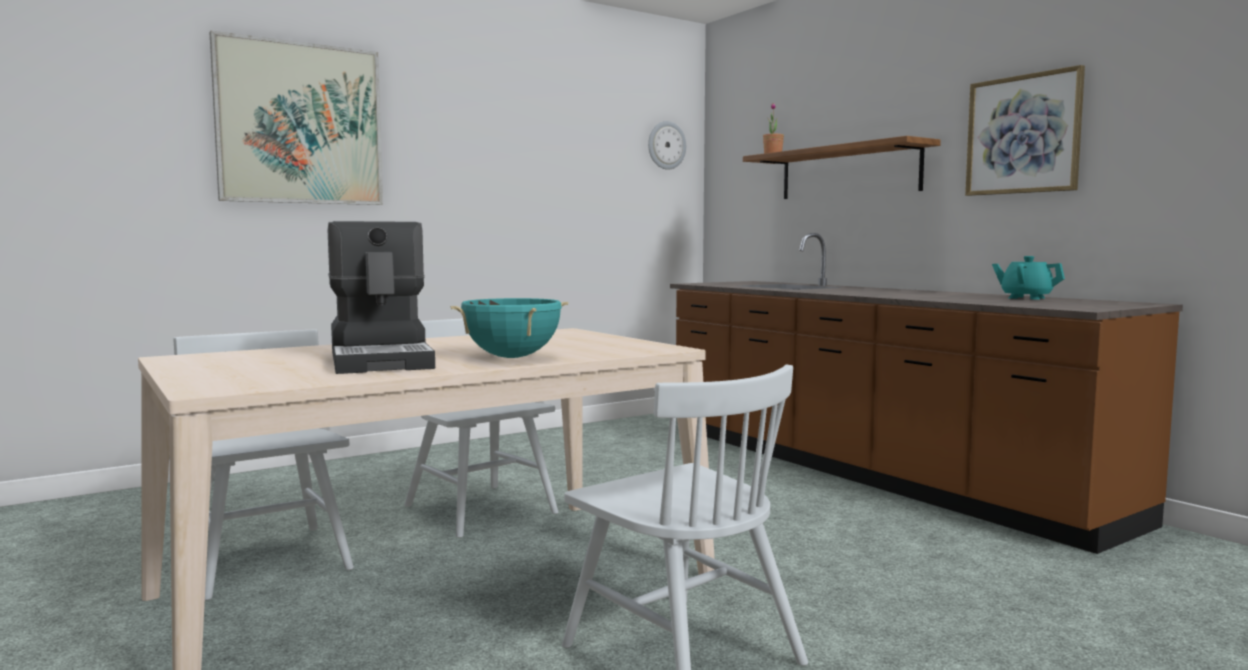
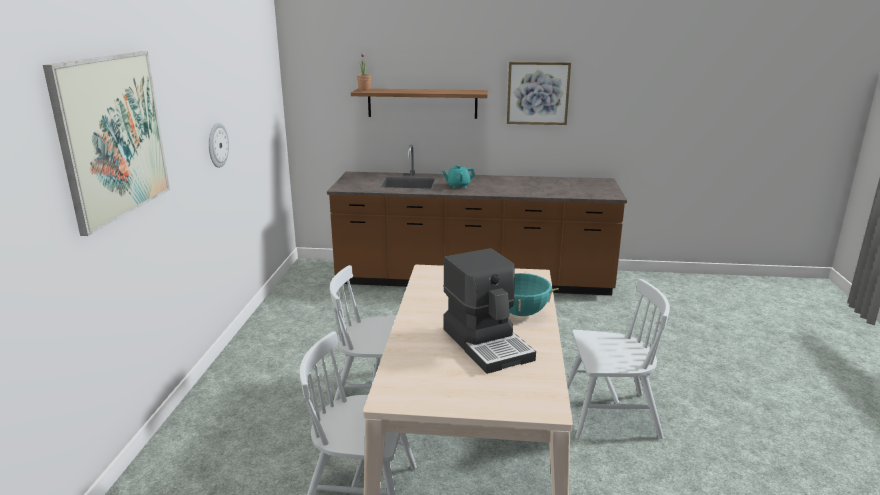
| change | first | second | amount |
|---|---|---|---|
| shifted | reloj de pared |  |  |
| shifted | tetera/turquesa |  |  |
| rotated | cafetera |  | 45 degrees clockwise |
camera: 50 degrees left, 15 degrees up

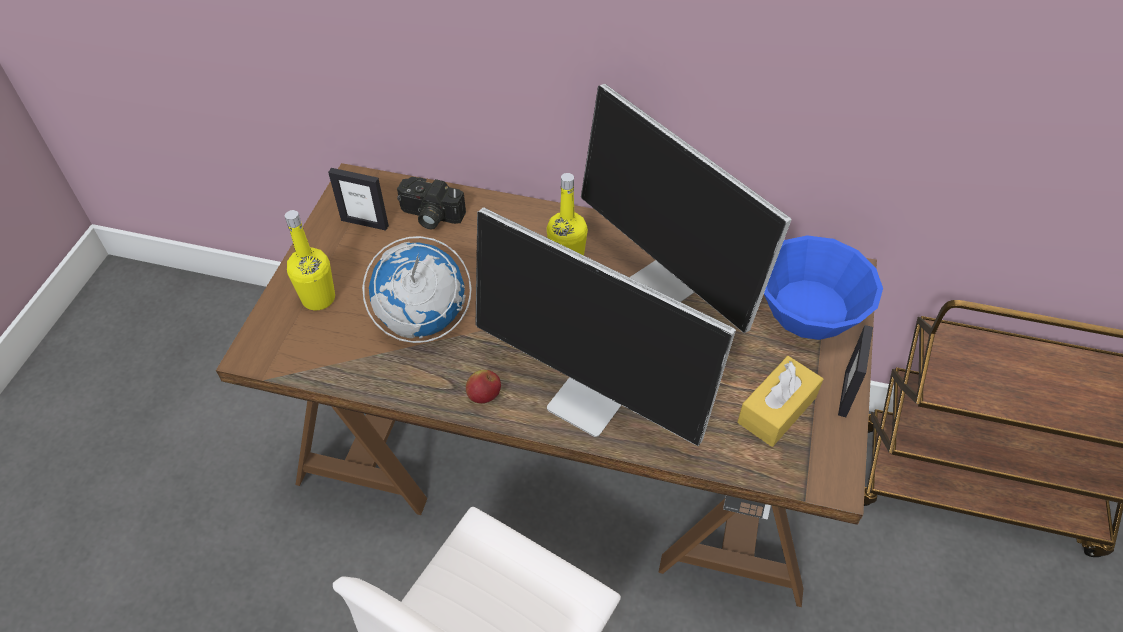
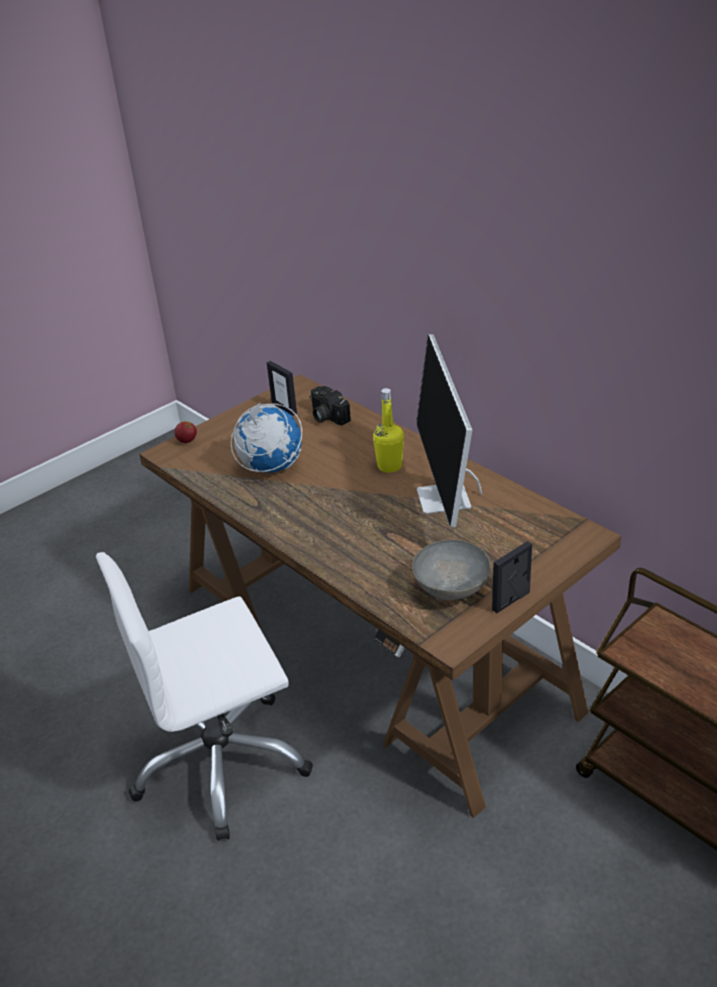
| change | first | second | amount |
|---|---|---|---|
| shifted | manzana |  |  |
| swapped | caja de pañuelos/amarillo | cuenco/gris |  |
| gone | botella/amarillo (no. 1 from left) |  |  |
| gone | monitor (no. 1 from left) |  |  |
| gone | cuenco/azul |  |  |
camera: 35 degrees right, 15 degrees down

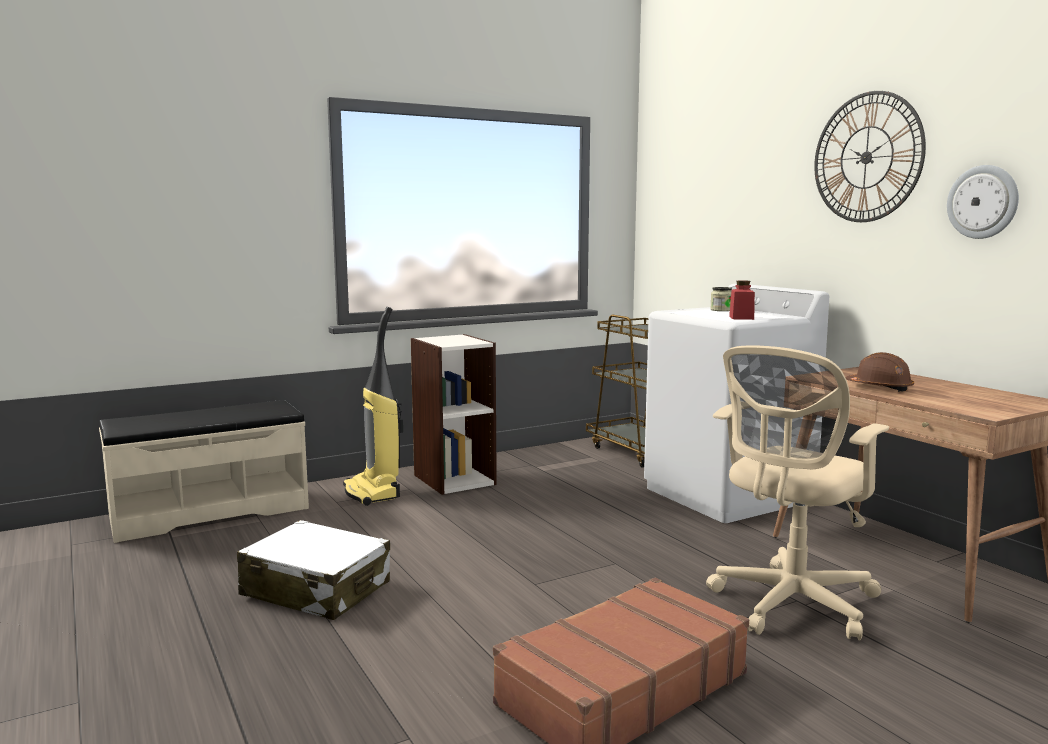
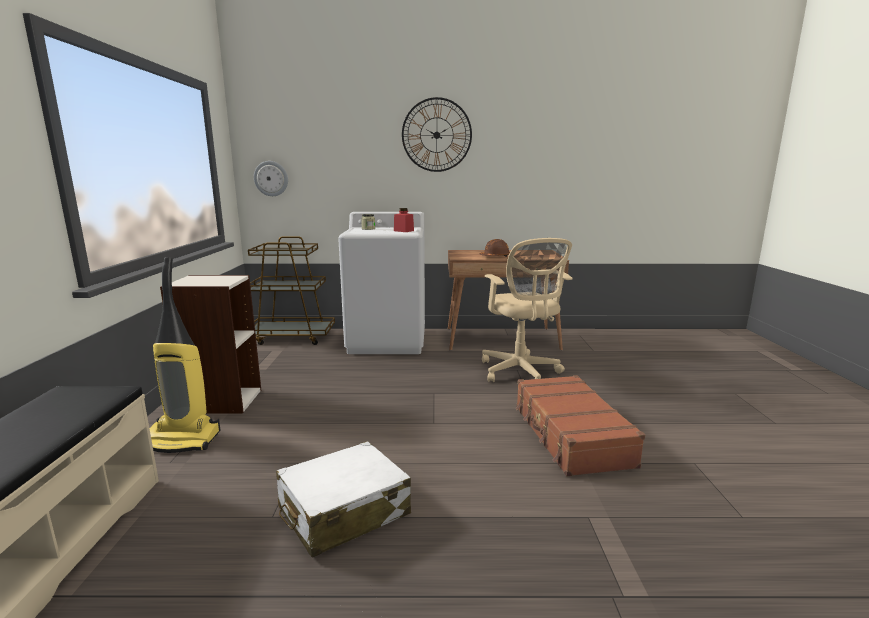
| change | first | second | amount |
|---|---|---|---|
| shifted | reloj de pared (no. 2 from left in the first image) | reloj de pared (no. 1 from left) |  |
camera: 60 degrees left, 5 degrees up

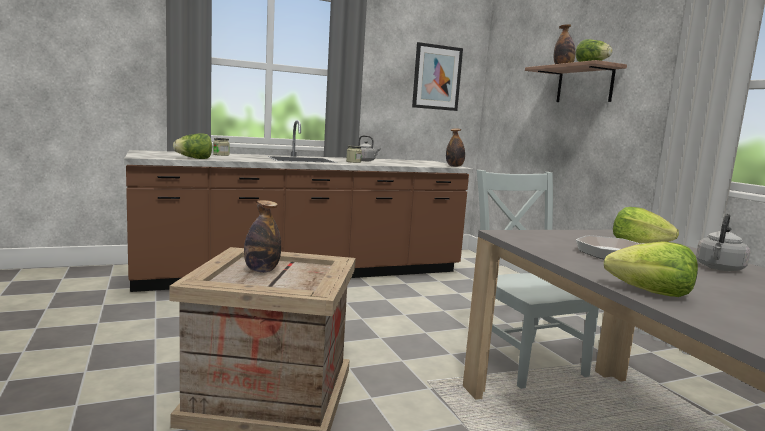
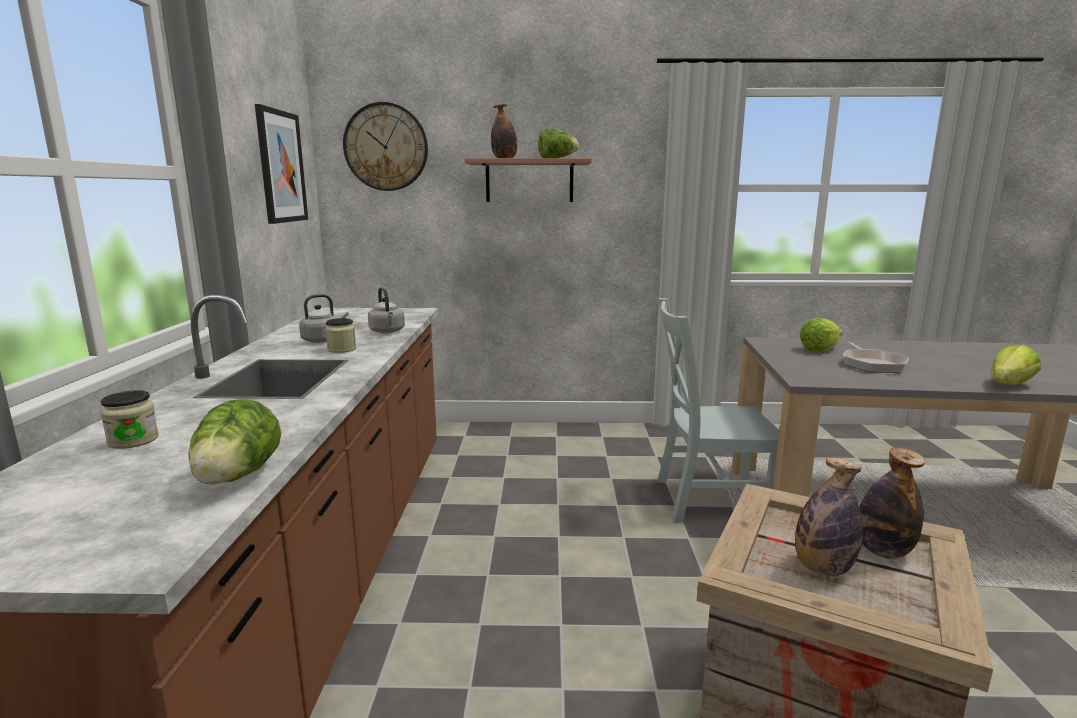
| change | first | second | amount |
|---|---|---|---|
| new |  | reloj de pared |  |
| shifted | hervidor/gris (no. 2 from left) |  |  |
| shifted | botella (no. 2 from left in the first image) | botella (no. 3 from left) |  |
camera: 65 degrees left, 5 degrees up

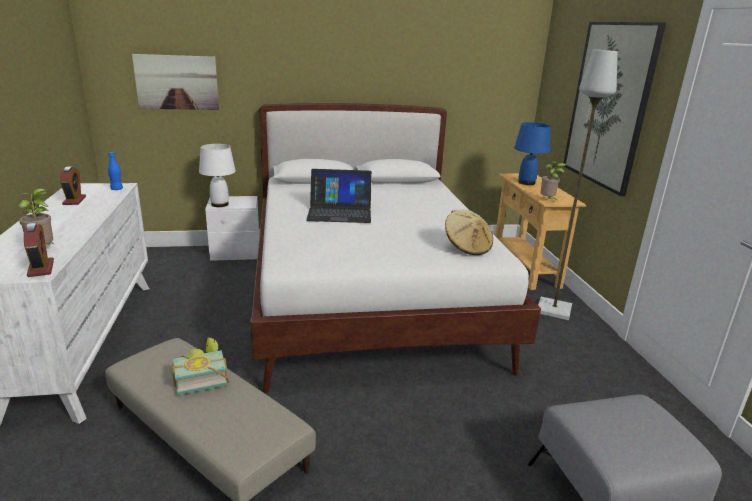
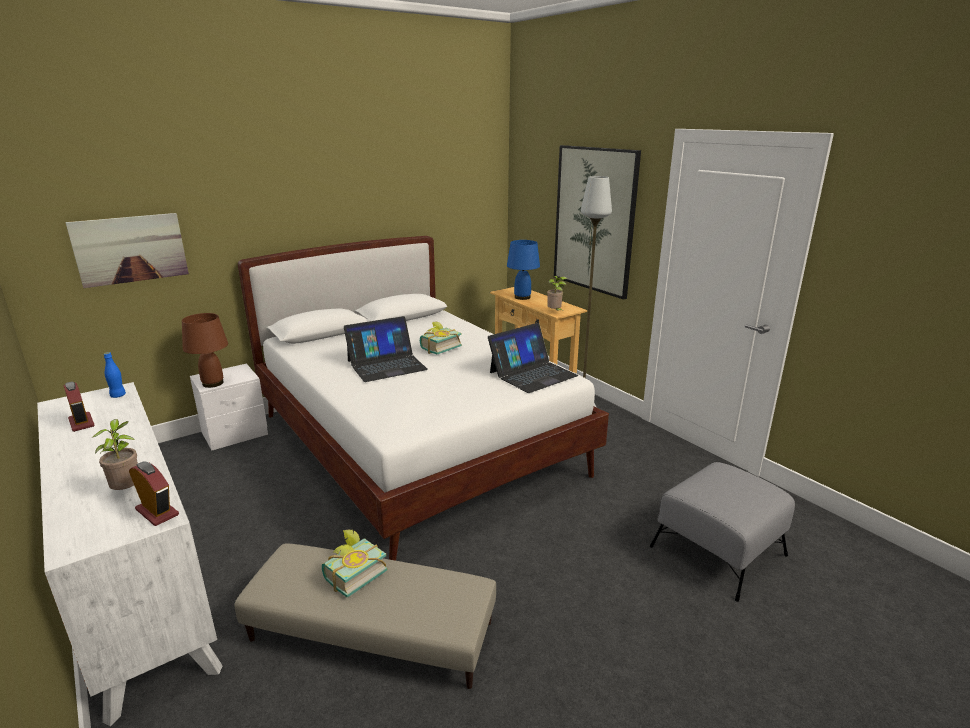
| change | first | second | amount |
|---|---|---|---|
| repainted | lámpara de mesa/blanco | lámpara de mesa/marrón |  |
| new |  | libro (no. 2 from left) |  |
| swapped | sombrero/beis | portátil (no. 2 from left) |  |
camera: 25 degrees left, 0 degrees up

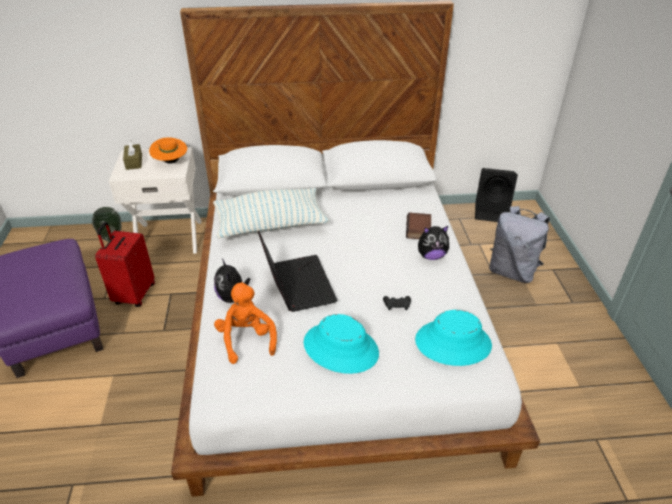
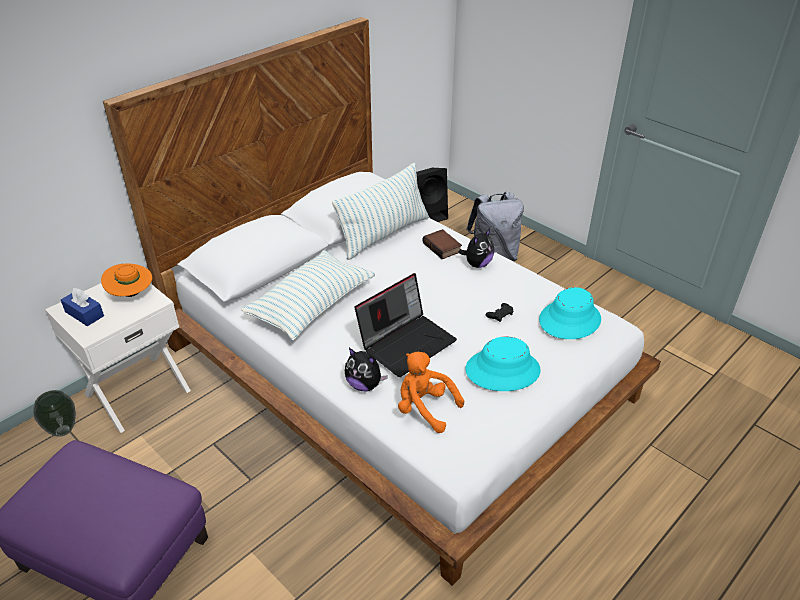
| change | first | second | amount |
|---|---|---|---|
| repainted | caja de pañuelos/marrón | caja de pañuelos/azul |  |
| new |  | cojín (no. 2 from left) |  |
| rotated | portátil |  | 105 degrees clockwise |
| gone | maleta/rojo |  |  |
camera: 40 degrees left, 0 degrees up

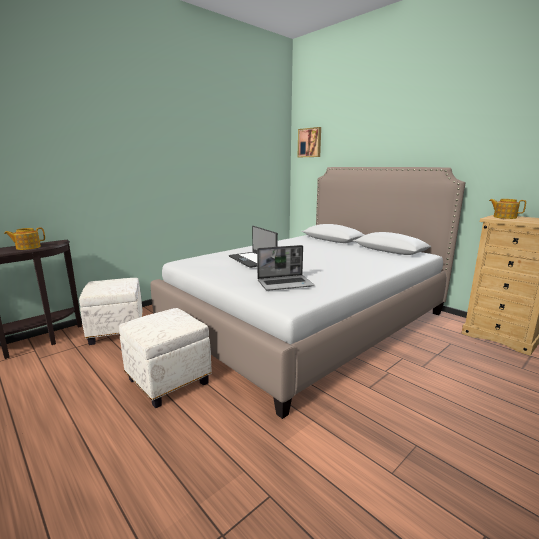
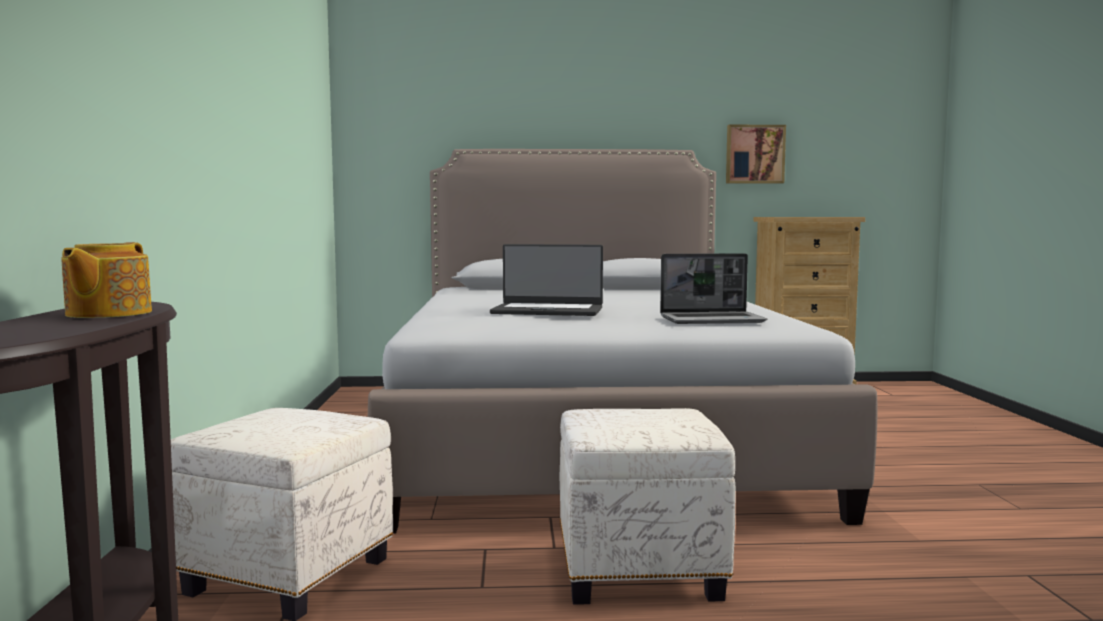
| change | first | second | amount |
|---|---|---|---|
| rotated | portátil (no. 2 from left) |  | 60 degrees clockwise |
| shifted | cuadro |  |  |
| gone | tetera (no. 2 from left) |  |  |
camera: 50 degrees left, 10 degrees down

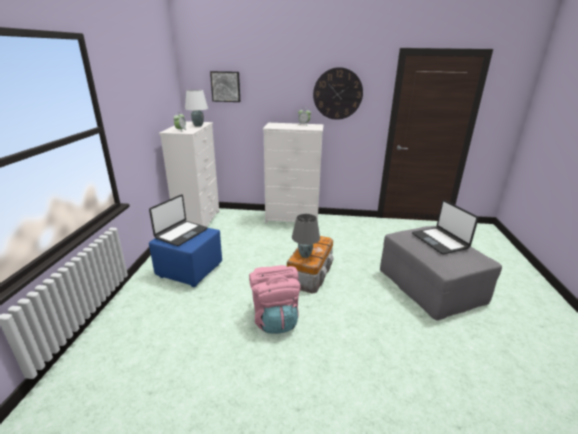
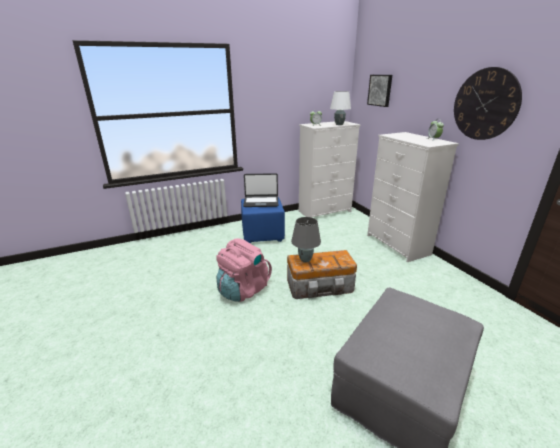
| change | first | second | amount |
|---|---|---|---|
| gone | portátil (no. 2 from left) |  |  |
camera: 60 degrees right, 0 degrees up

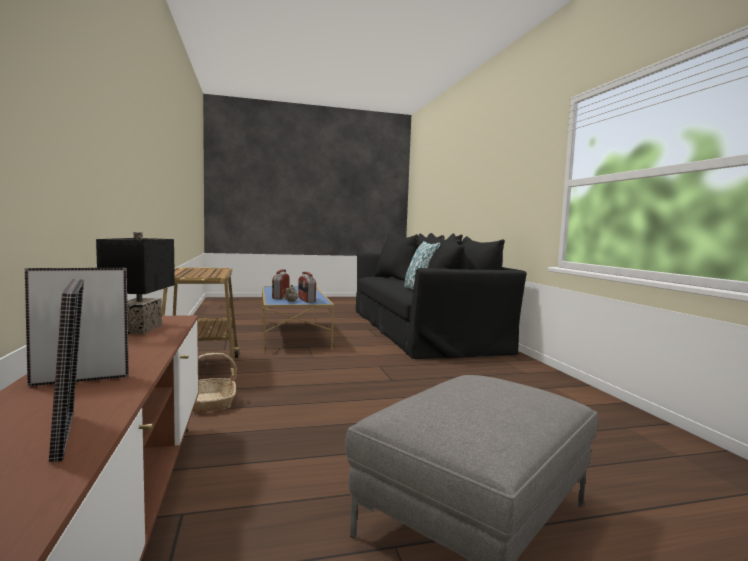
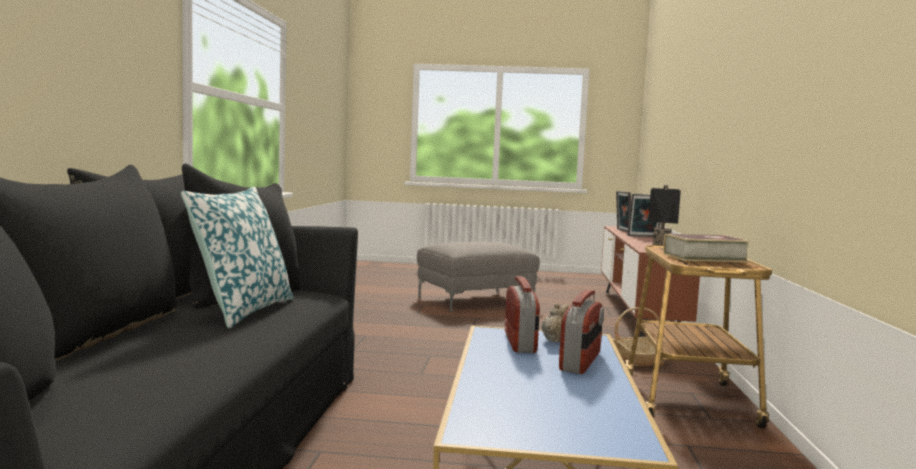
| change | first | second | amount |
|---|---|---|---|
| new |  | libro |  |
camera: 160 degrees left, 0 degrees up

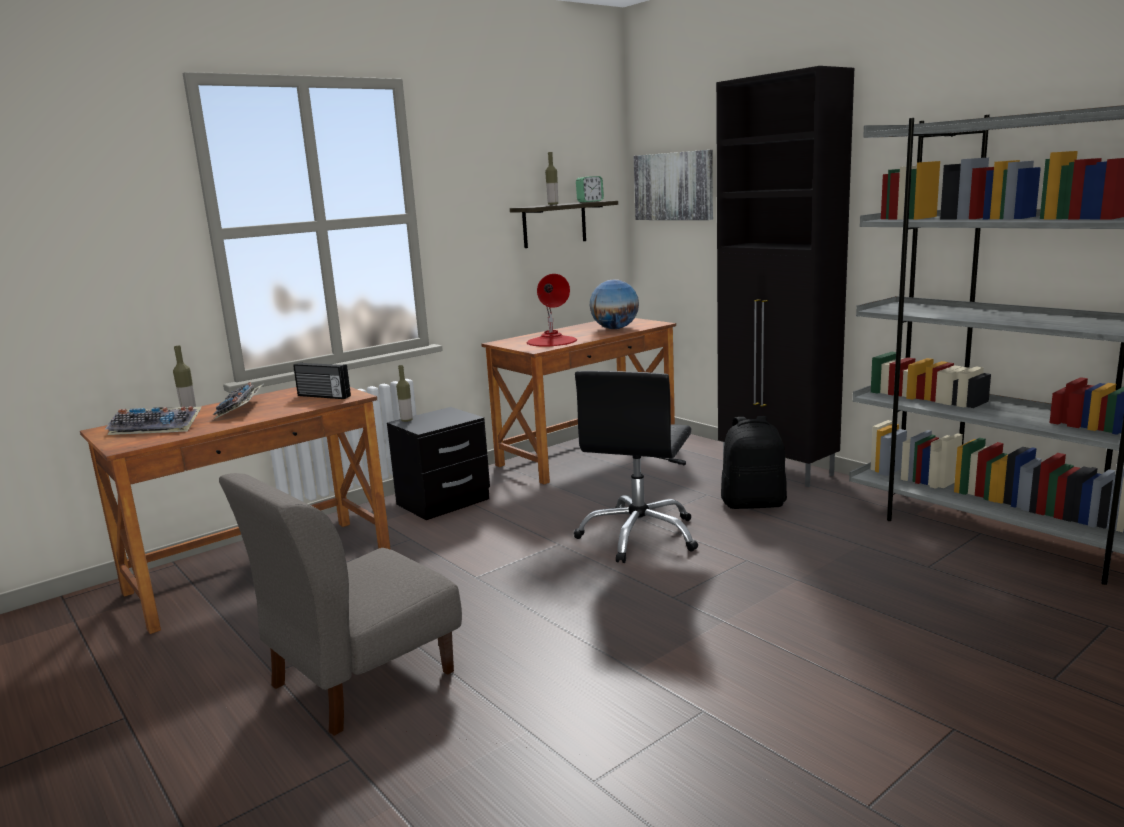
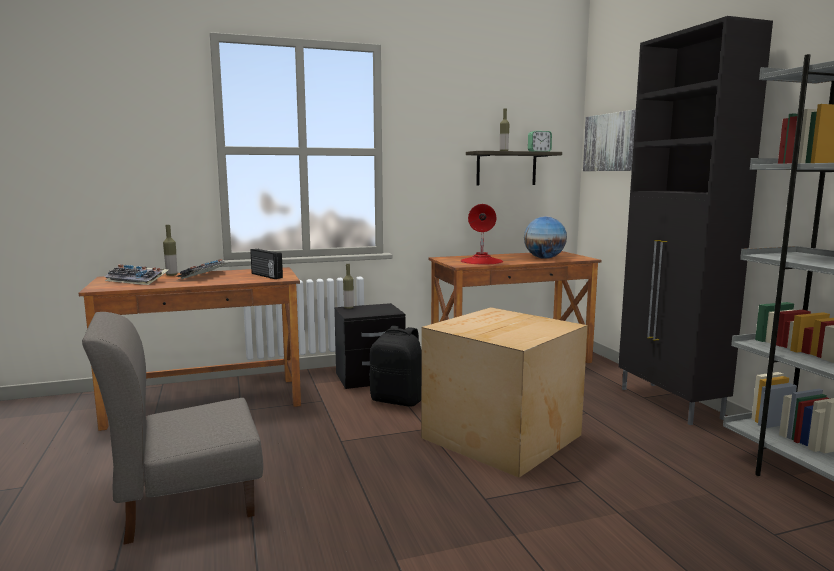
| change | first | second | amount |
|---|---|---|---|
| shifted | mochila/negro |  |  |
| swapped | silla de oficina/negro | caja de cartón |  |
camera: 20 degrees right, 5 degrees down

